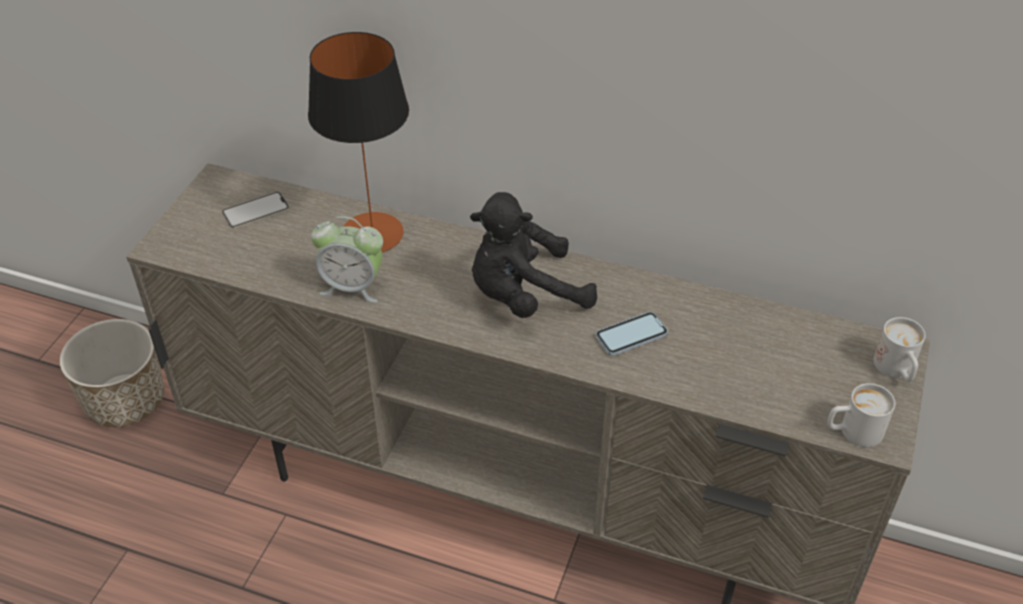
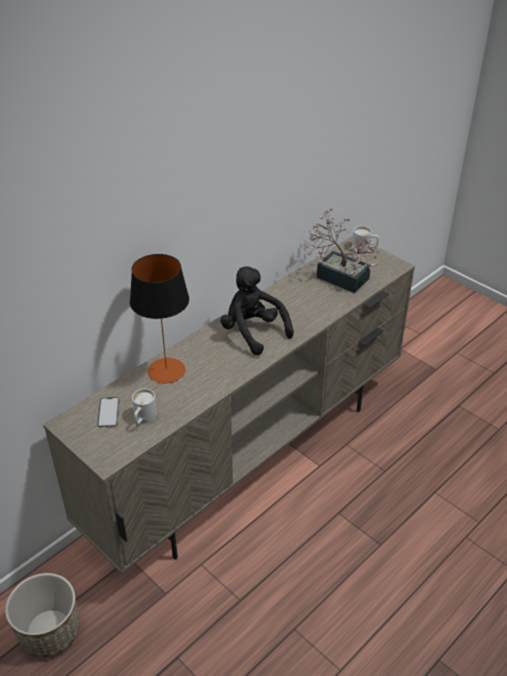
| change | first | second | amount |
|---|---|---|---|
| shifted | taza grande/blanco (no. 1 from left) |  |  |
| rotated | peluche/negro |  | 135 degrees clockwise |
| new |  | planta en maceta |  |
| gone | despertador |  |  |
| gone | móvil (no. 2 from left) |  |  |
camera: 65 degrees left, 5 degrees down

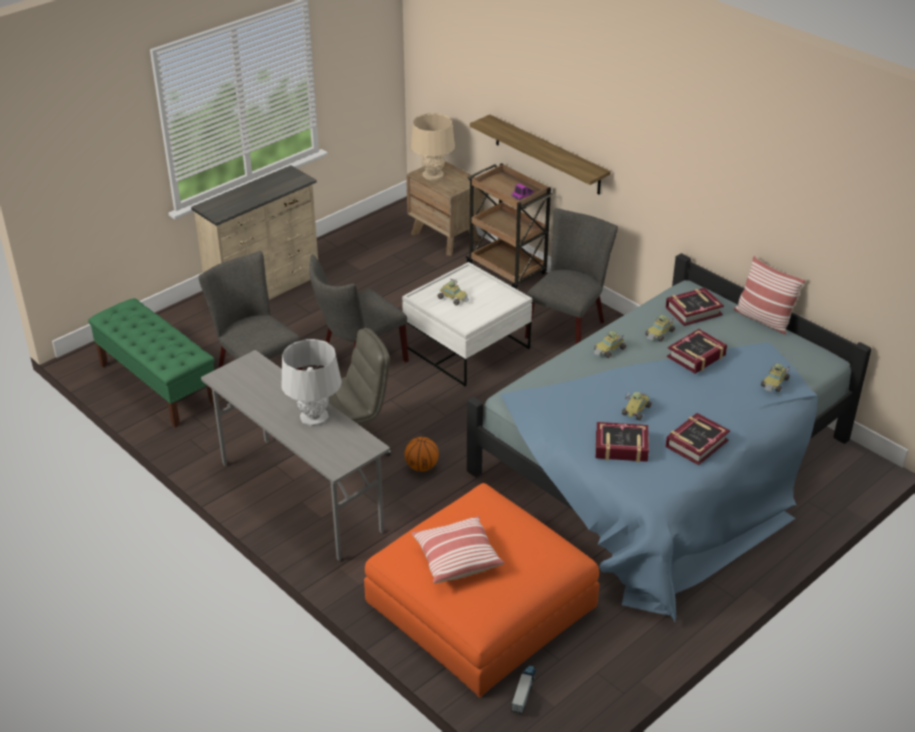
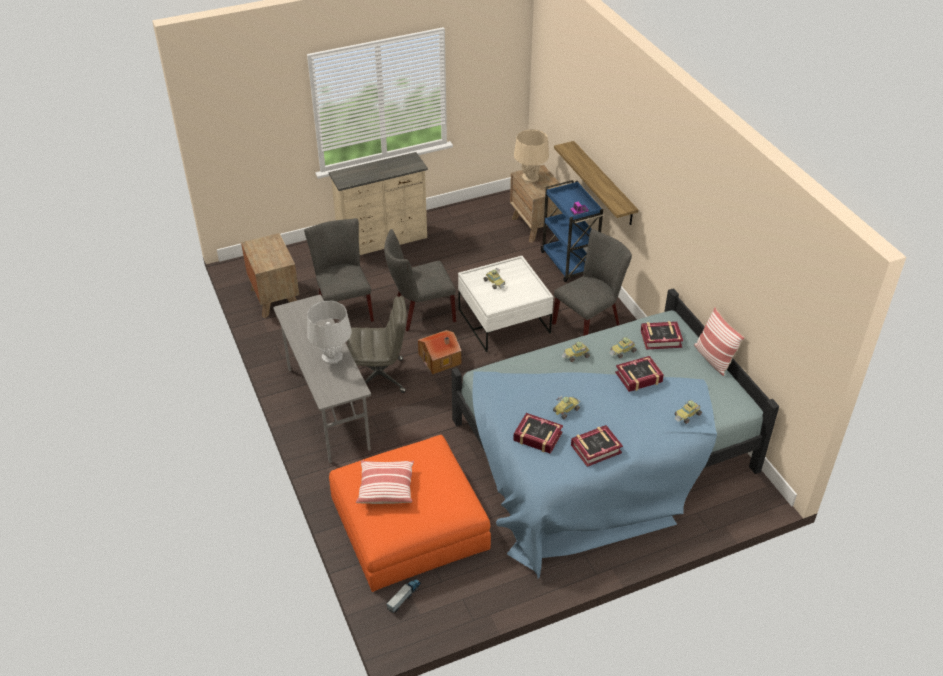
| change | first | second | amount |
|---|---|---|---|
| swapped | banco/verde | mesita de noche/marrón (no. 1 from left) |  |
| new |  | casita |  |
| repainted | carrito/marrón | carrito/azul |  |
| gone | balón de baloncesto |  |  |
camera: 20 degrees right, 5 degrees up

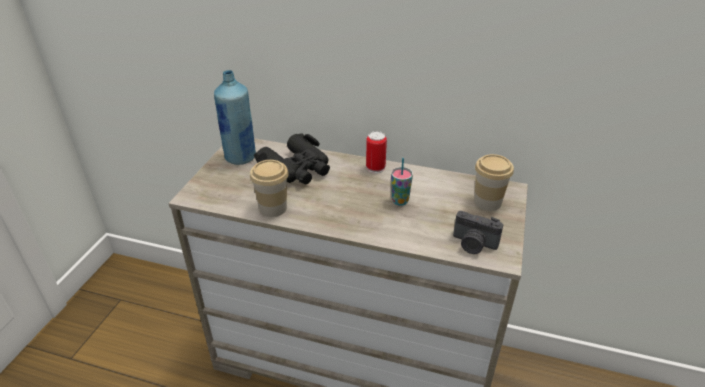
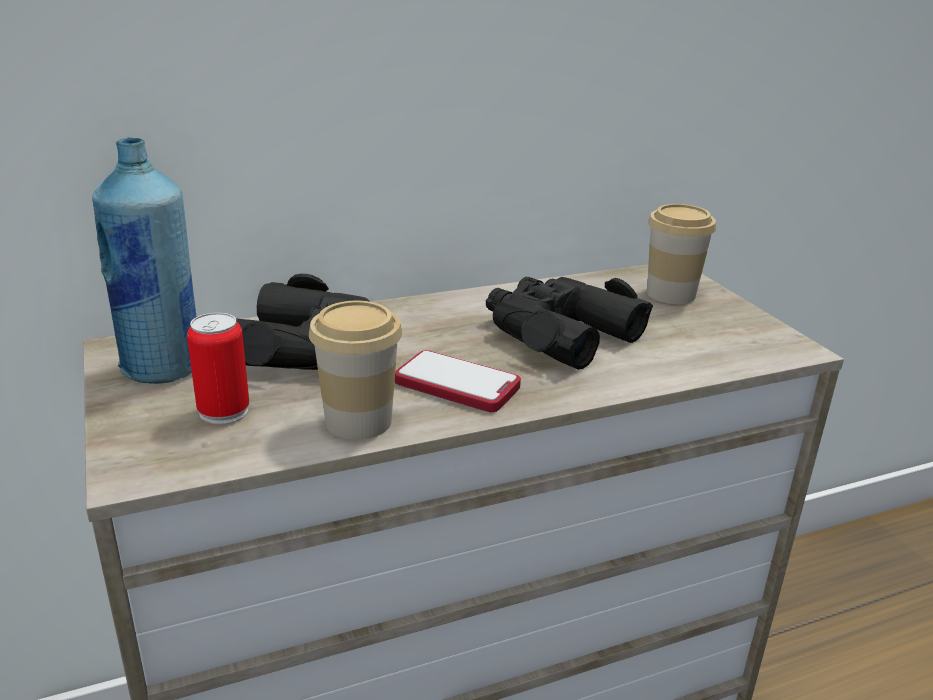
| change | first | second | amount |
|---|---|---|---|
| shifted | lata |  |  |
| new |  | móvil |  |
| swapped | taza (no. 2 from left) | prismáticos/negro (no. 2 from left) |  |
| gone | cámara |  |  |
camera: 40 degrees left, 10 degrees down

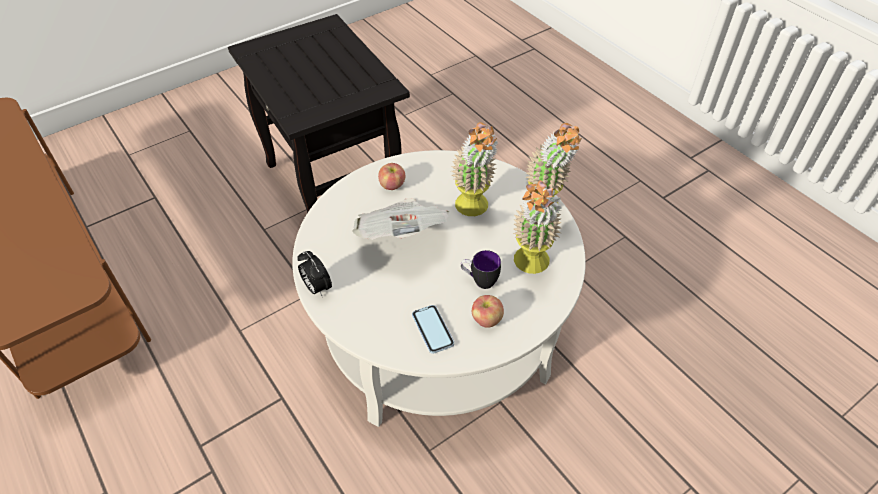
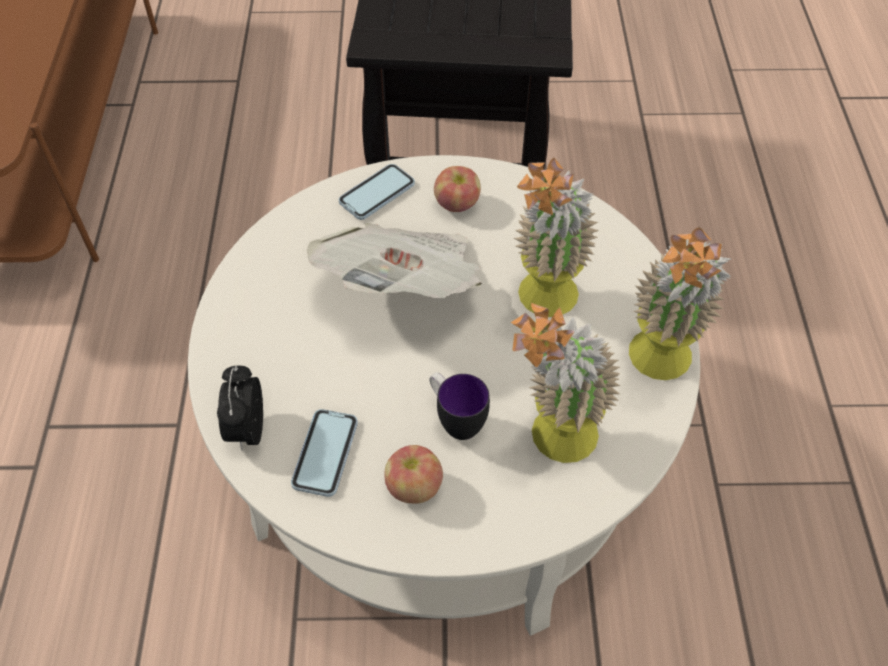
| change | first | second | amount |
|---|---|---|---|
| shifted | despertador |  |  |
| new |  | móvil (no. 2 from left) |  |
camera: 35 degrees right, 5 degrees up

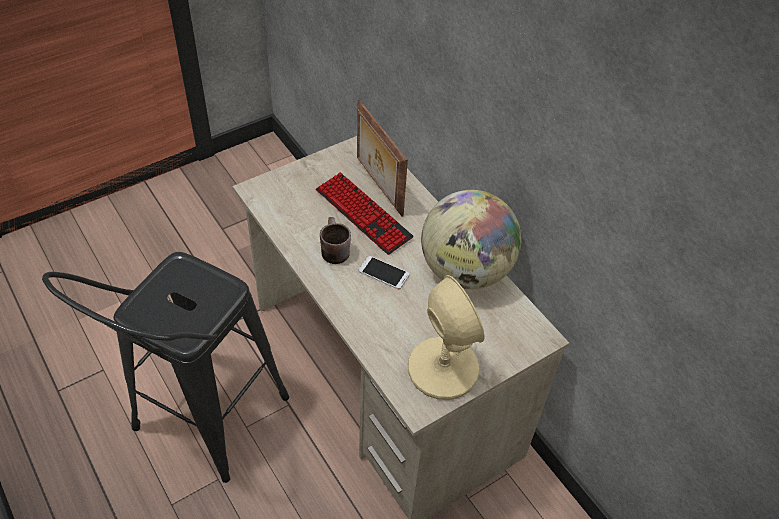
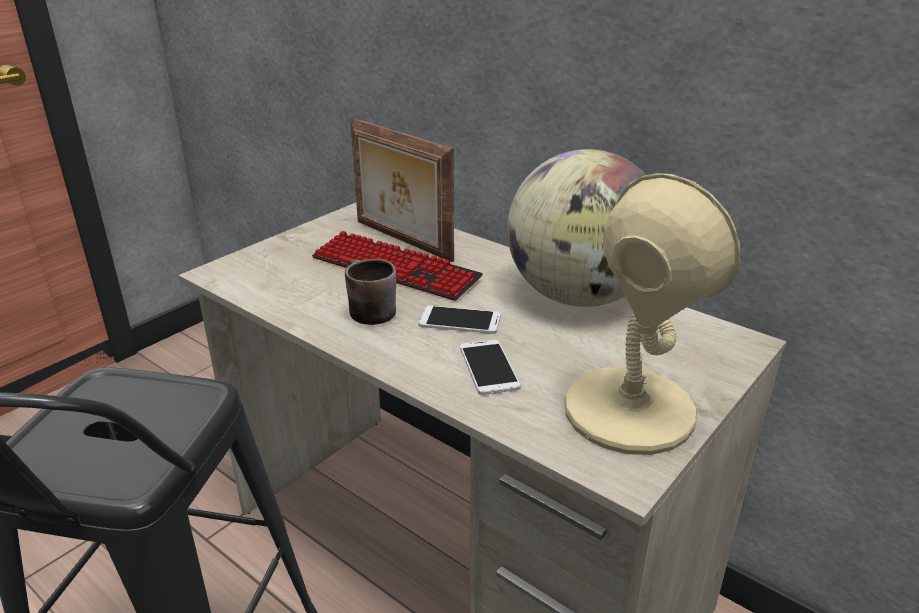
| change | first | second | amount |
|---|---|---|---|
| new |  | móvil (no. 2 from left) |  |
camera: 15 degrees left, 20 degrees down

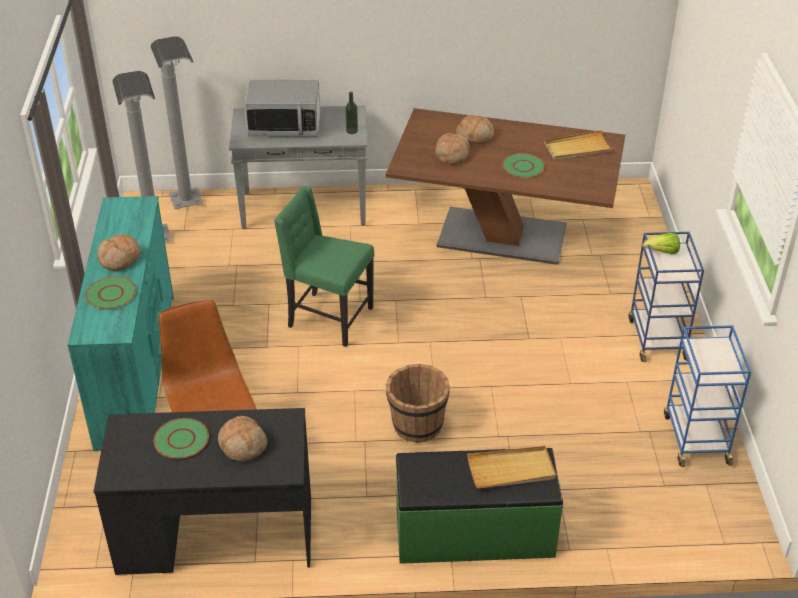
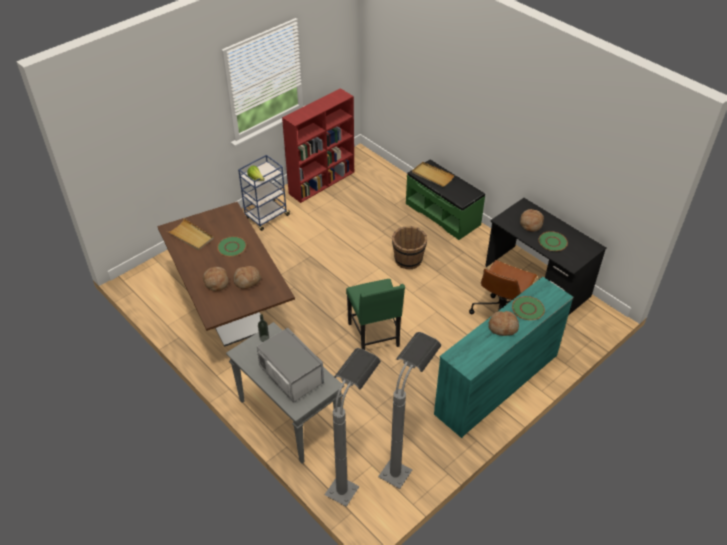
| change | first | second | amount |
|---|---|---|---|
| swapped | carrito/azul (no. 2 from left) | estantería/rojo |  |
camera: 130 degrees left, 5 degrees up

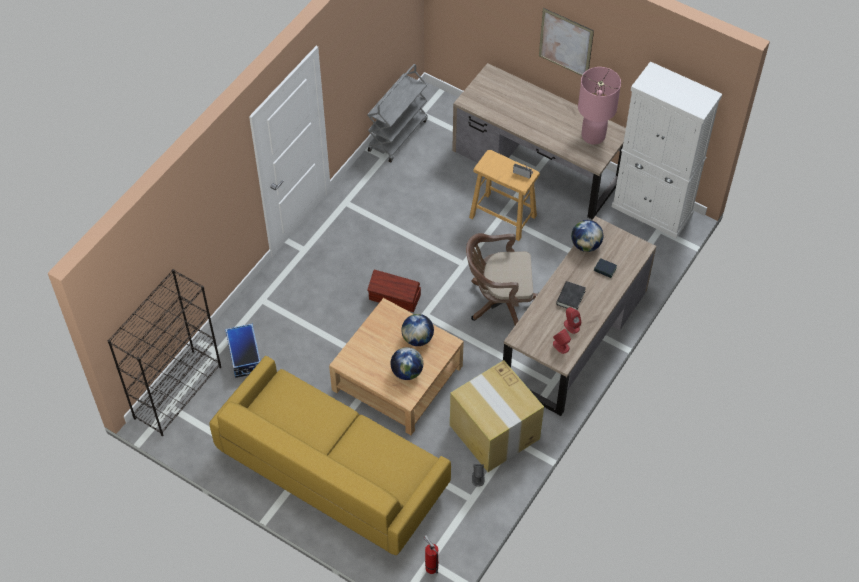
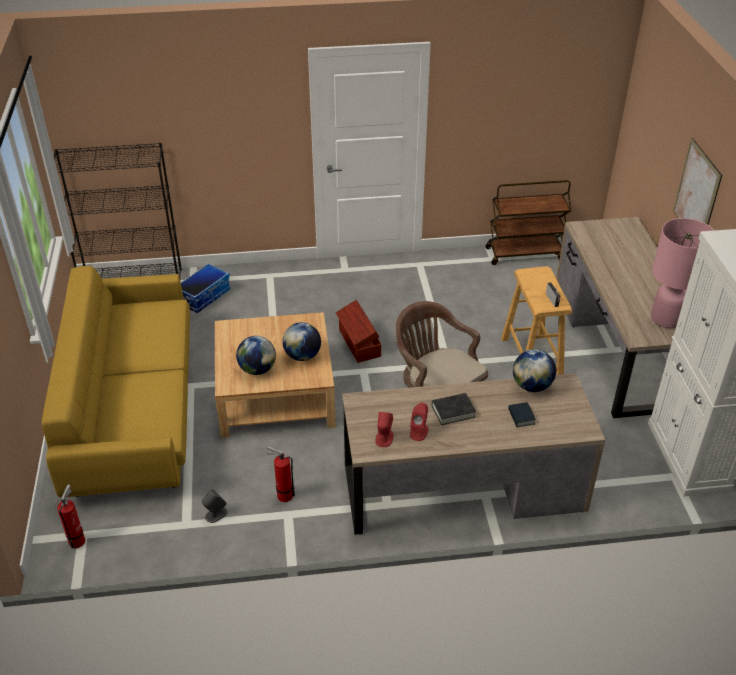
| change | first | second | amount |
|---|---|---|---|
| swapped | caja de cartón | extintor (no. 2 from left) |  |
| repainted | carrito/gris | carrito/marrón |  |
camera: 50 degrees right, 15 degrees down

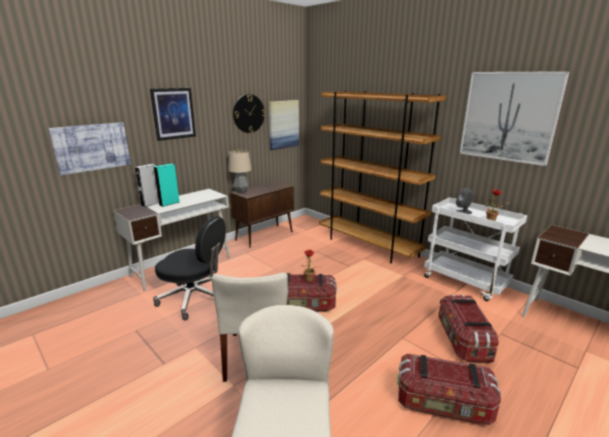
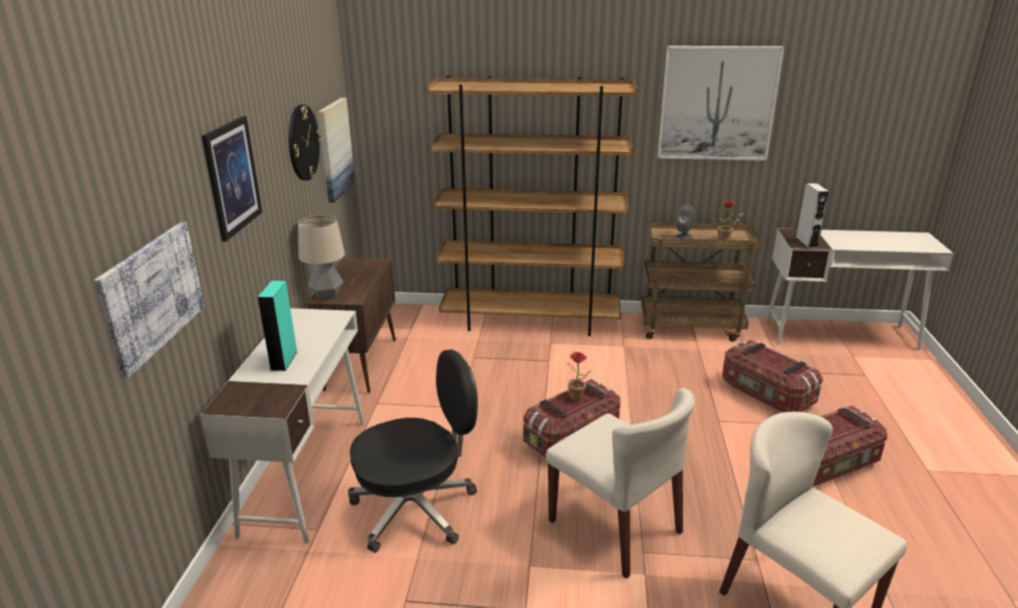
| change | first | second | amount |
|---|---|---|---|
| repainted | carrito/blanco | carrito/marrón |  |
| shifted | altavoz/gris (no. 1 from left in the first image) | altavoz/gris (no. 2 from left) |  |
camera: 40 degrees left, 5 degrees up

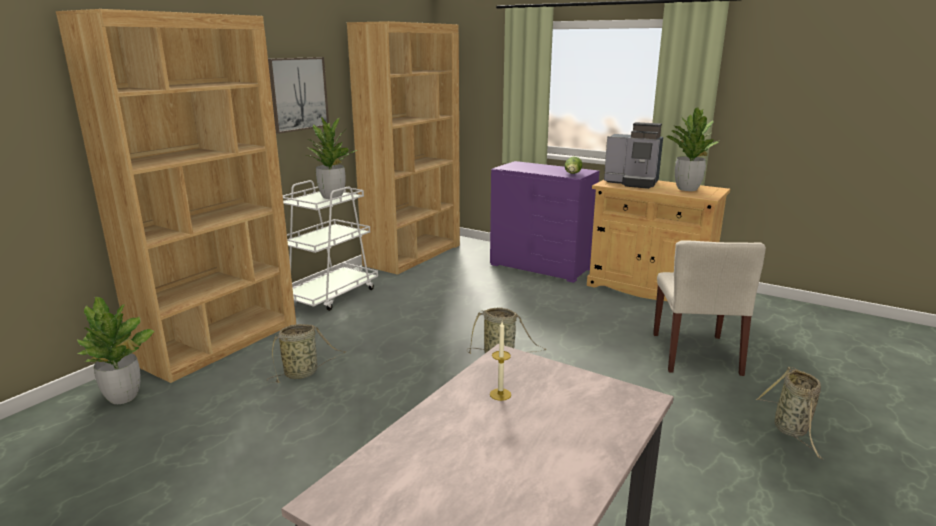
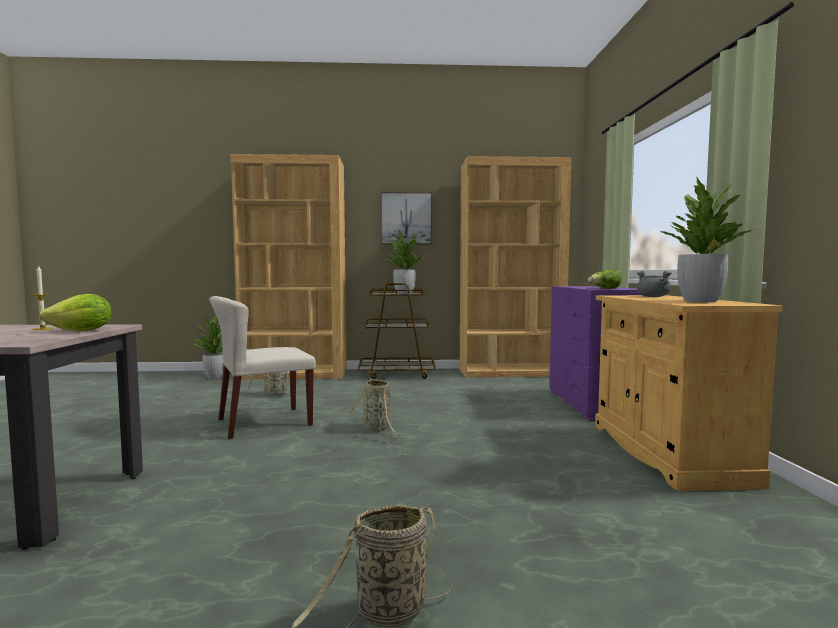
| change | first | second | amount |
|---|---|---|---|
| new |  | lechuga (no. 1 from left) |  |
| shifted | silla/beis |  |  |
| repainted | carrito/blanco | carrito/marrón |  |
| swapped | cafetera | olla/gris |  |
camera: 55 degrees right, 15 degrees down

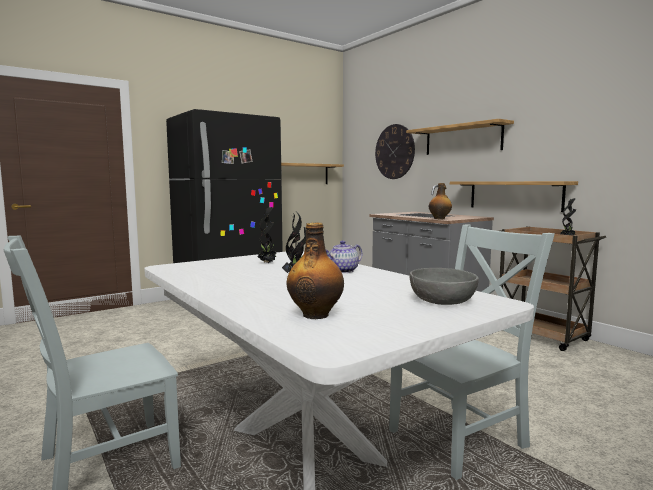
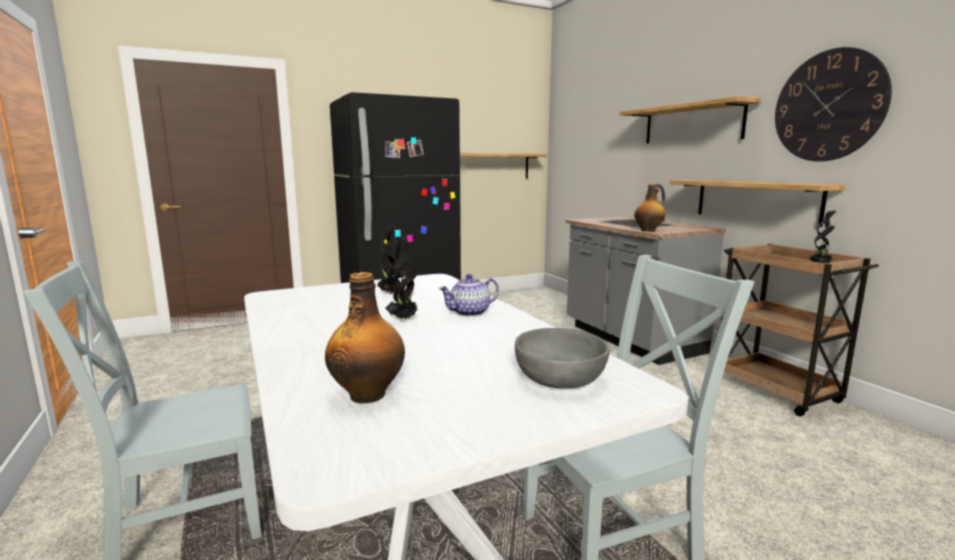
| change | first | second | amount |
|---|---|---|---|
| shifted | reloj de pared |  |  |
camera: 10 degrees right, 5 degrees up

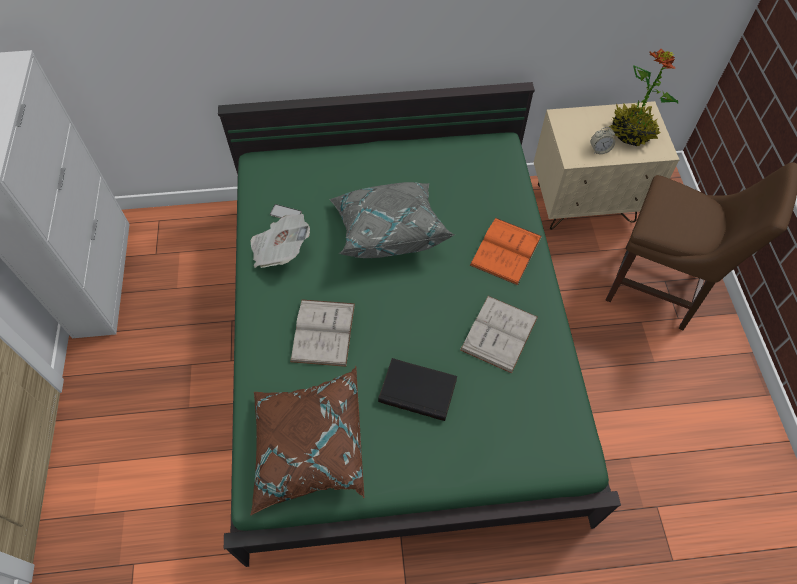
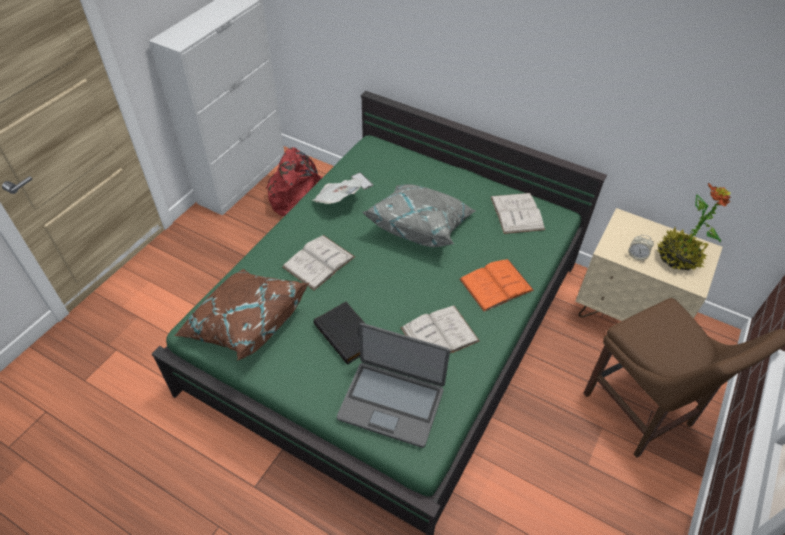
| change | first | second | amount |
|---|---|---|---|
| new |  | mochila/rojo |  |
| new |  | portátil |  |
| new |  | libro/blanco (no. 3 from left) |  |
camera: 35 degrees right, 10 degrees down

